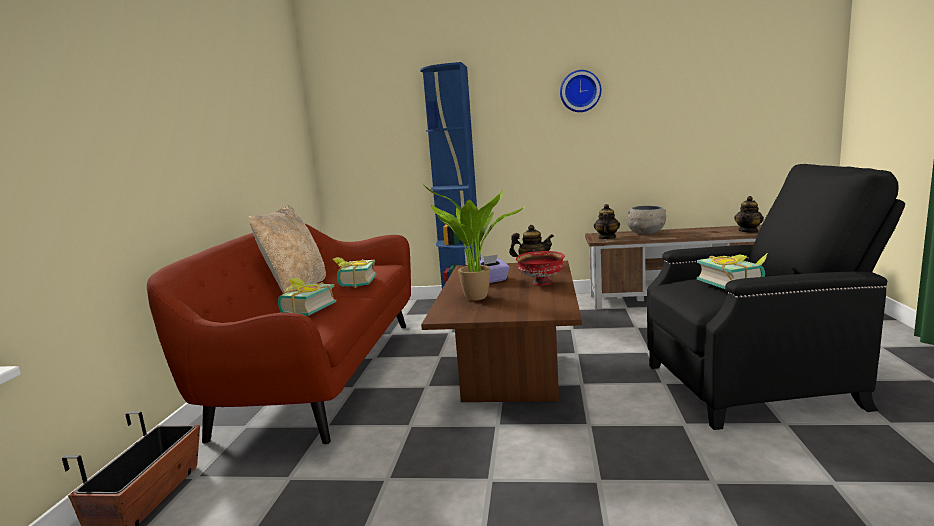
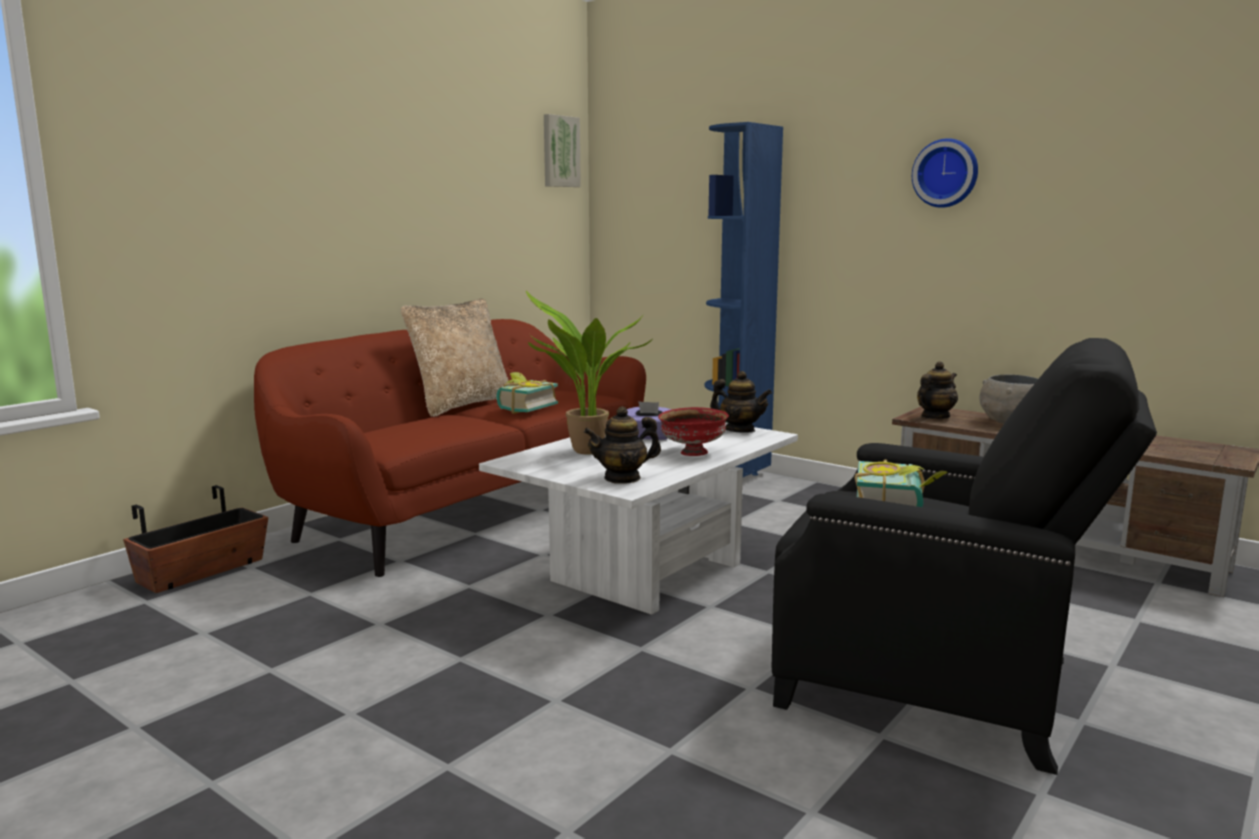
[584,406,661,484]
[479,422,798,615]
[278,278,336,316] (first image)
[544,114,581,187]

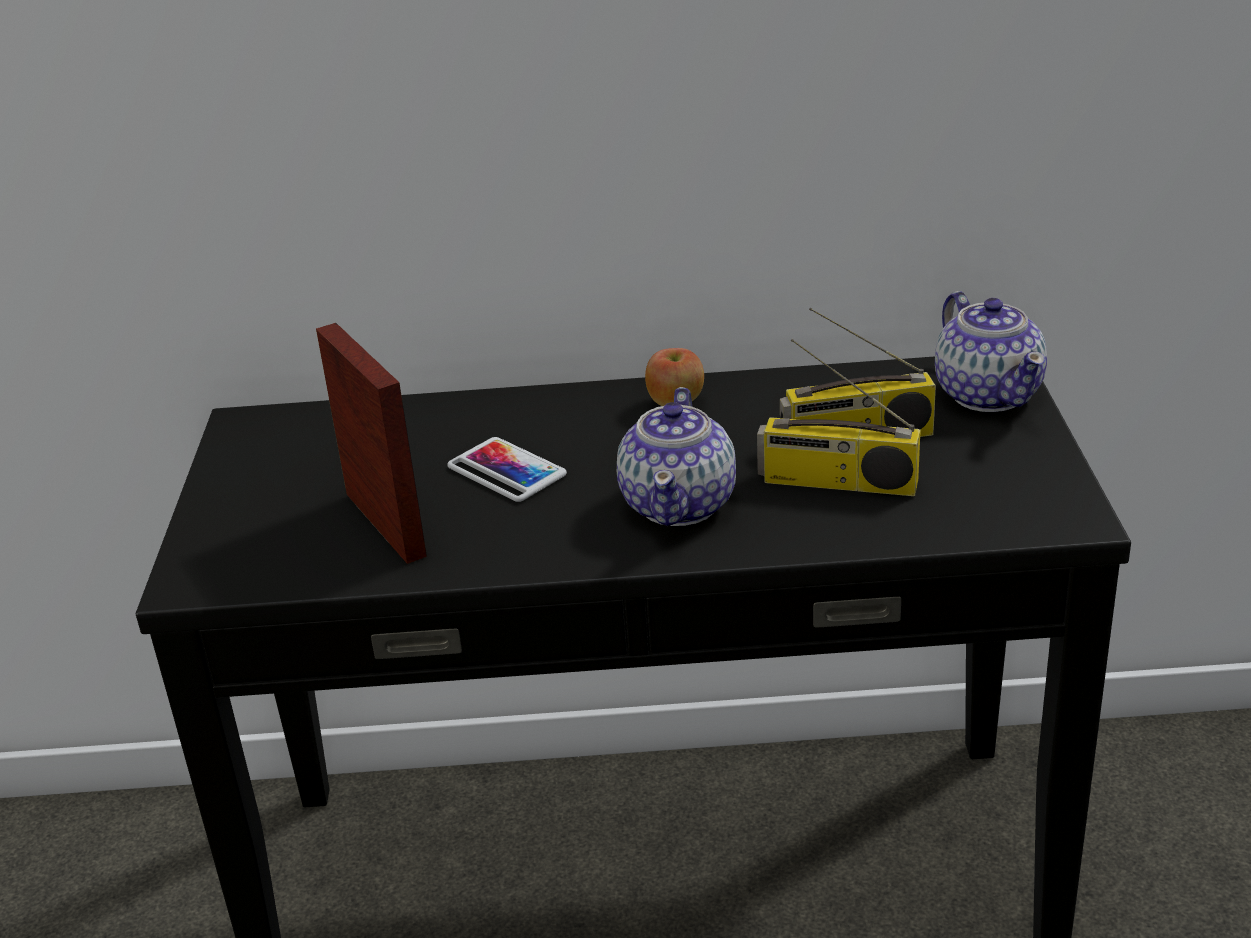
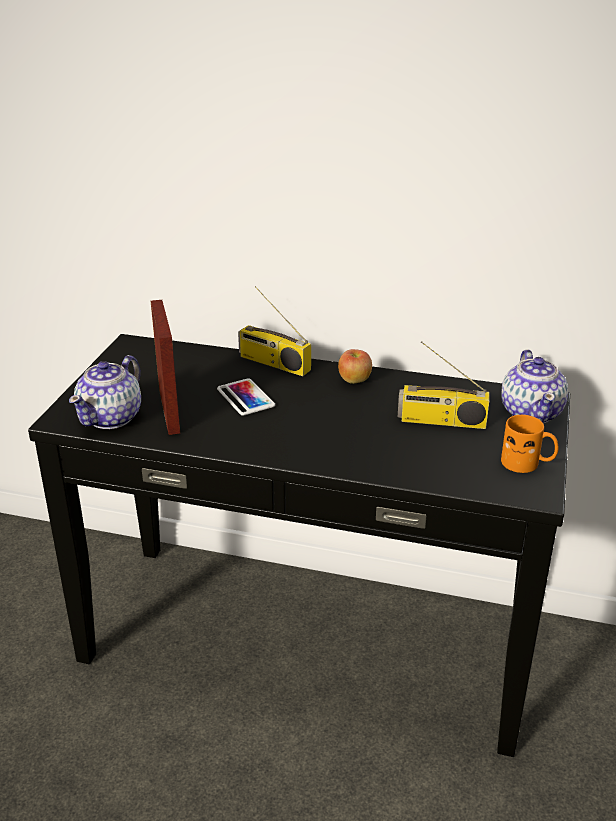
[238,286,311,376]
[69,355,141,429]
[501,415,559,473]

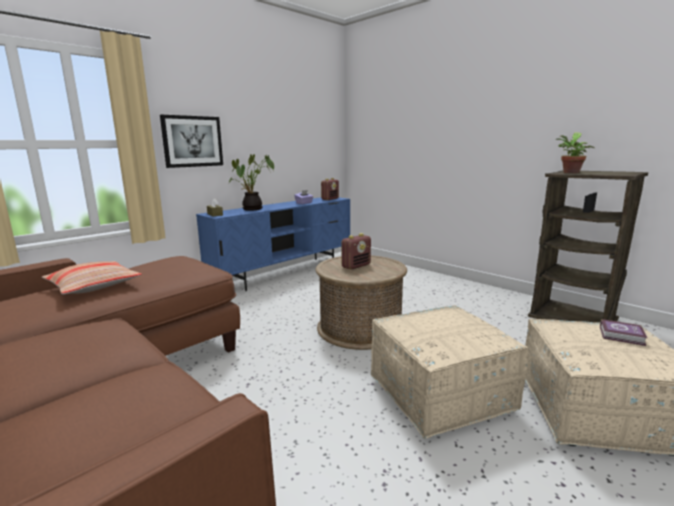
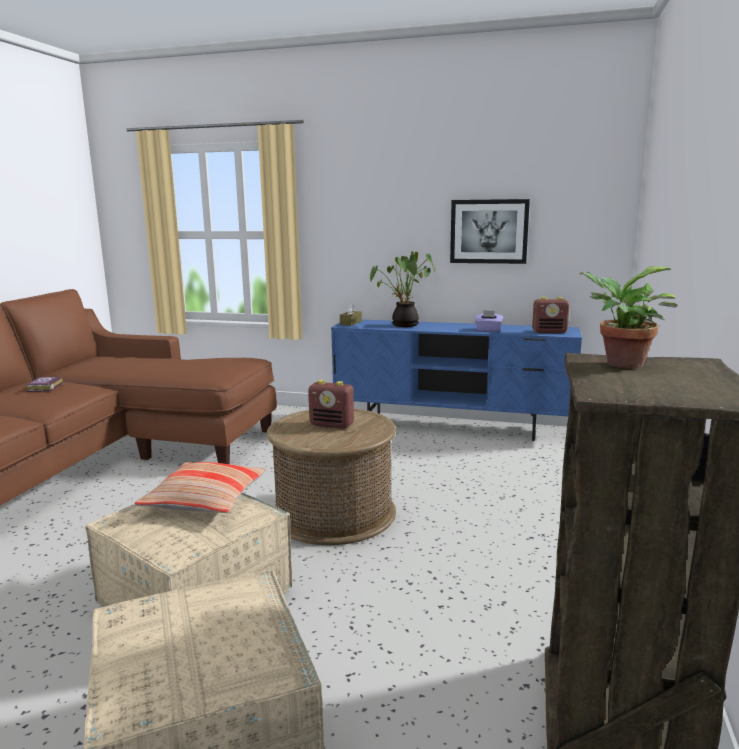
[450,199,530,264]
[134,462,266,513]
[26,376,63,392]

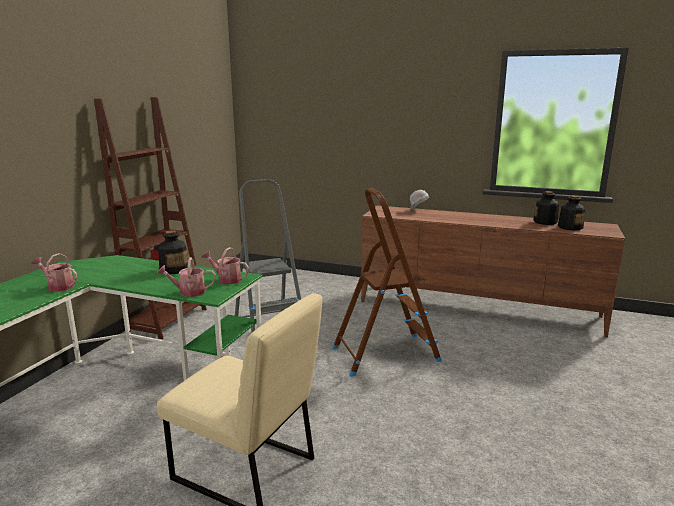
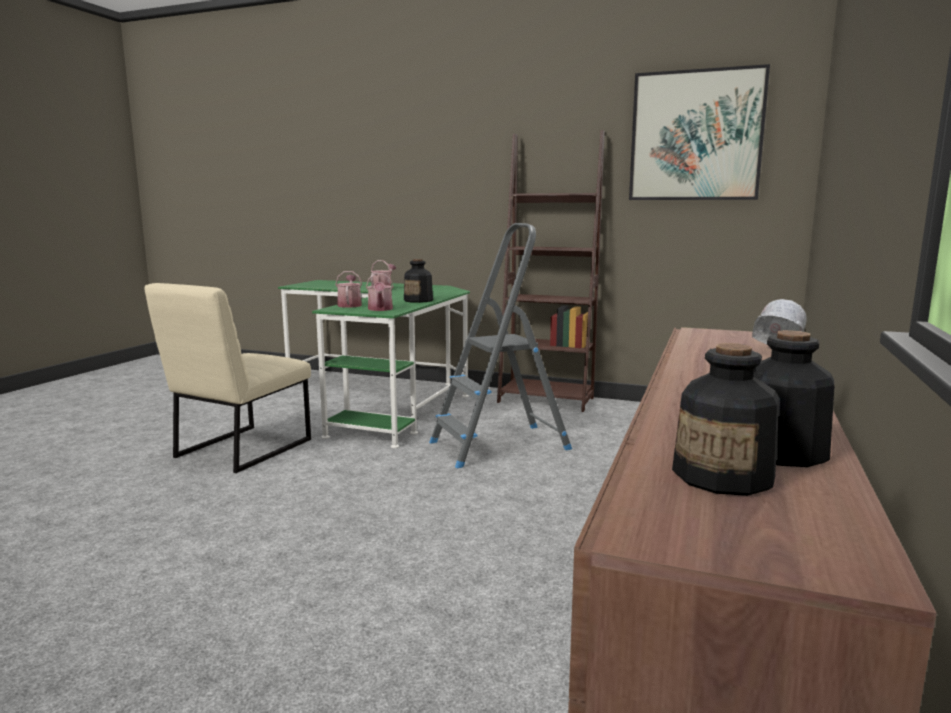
[332,188,442,377] (first image)
[366,273,393,311]
[629,64,770,200]

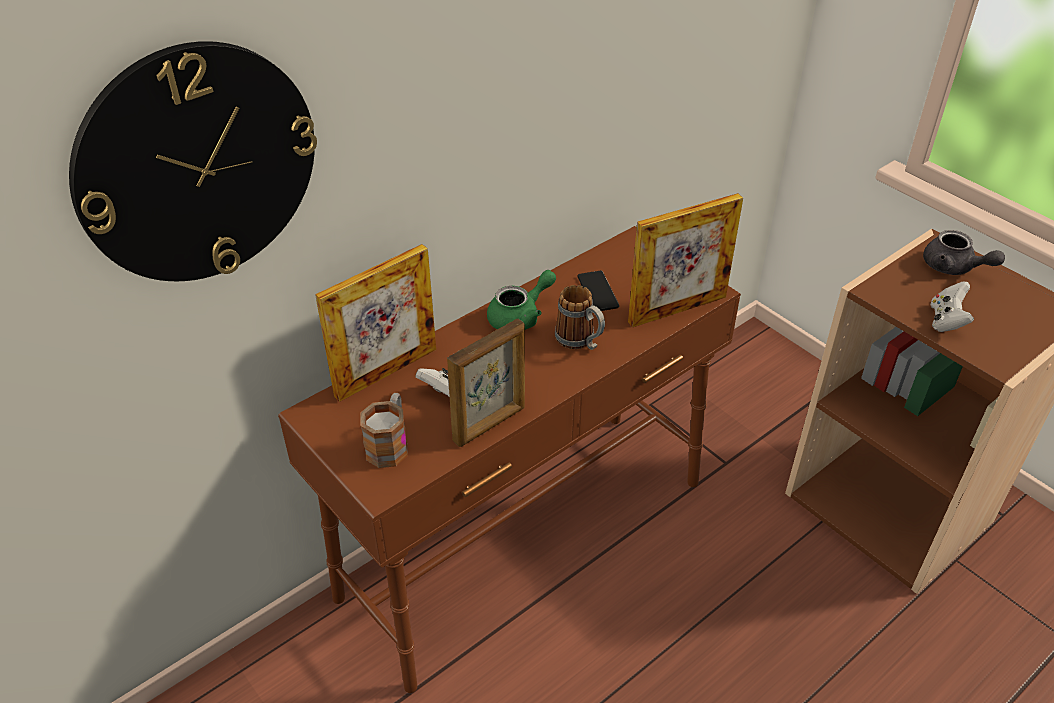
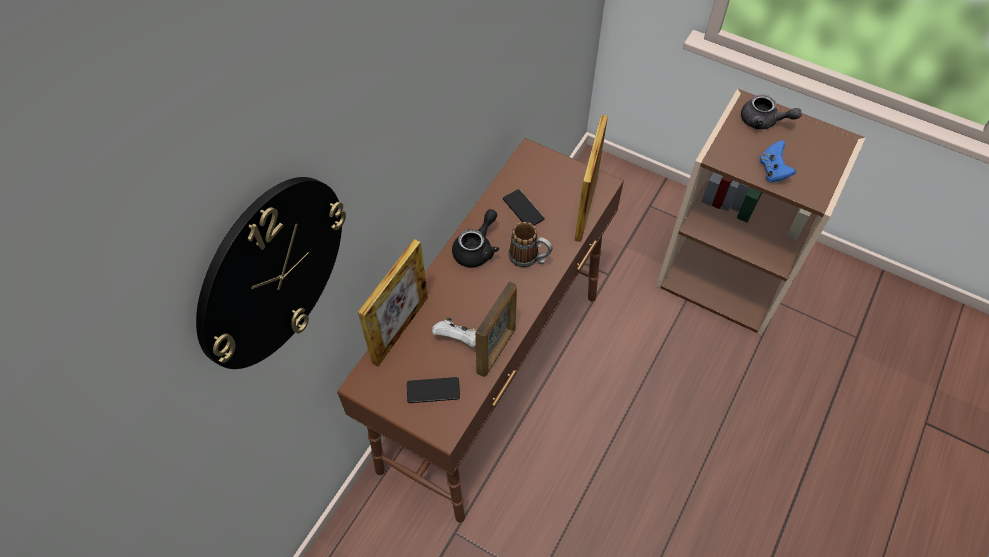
[575,115,608,242]
[452,209,499,267]
[759,140,796,182]
[407,377,460,403]

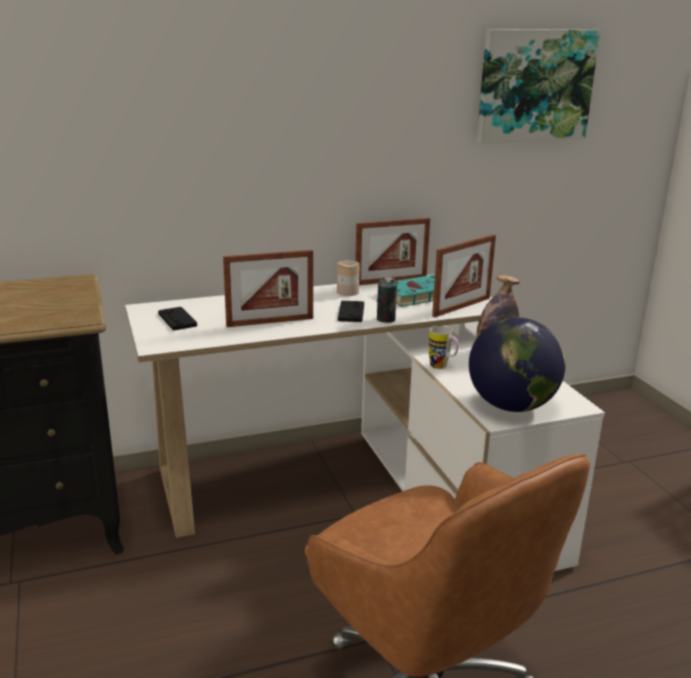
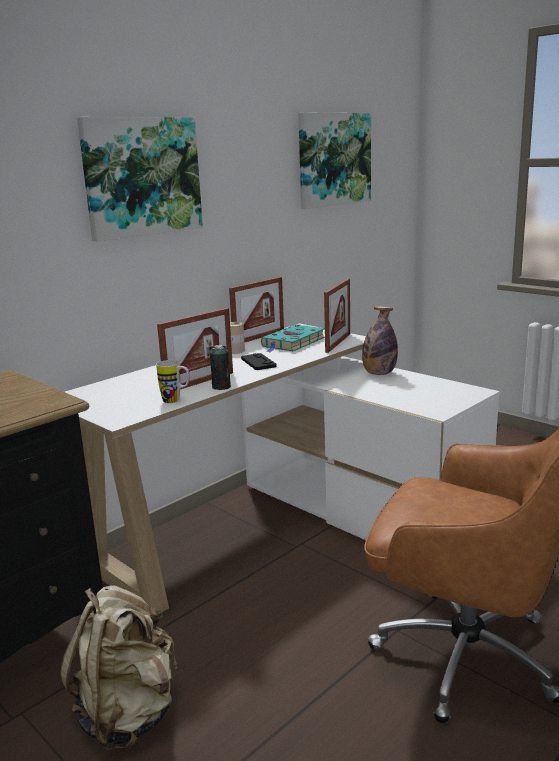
[210,345,231,390]
[158,307,197,330] (first image)
[469,317,565,412] (first image)
[156,360,190,403]
[77,117,203,242]
[60,586,177,751]

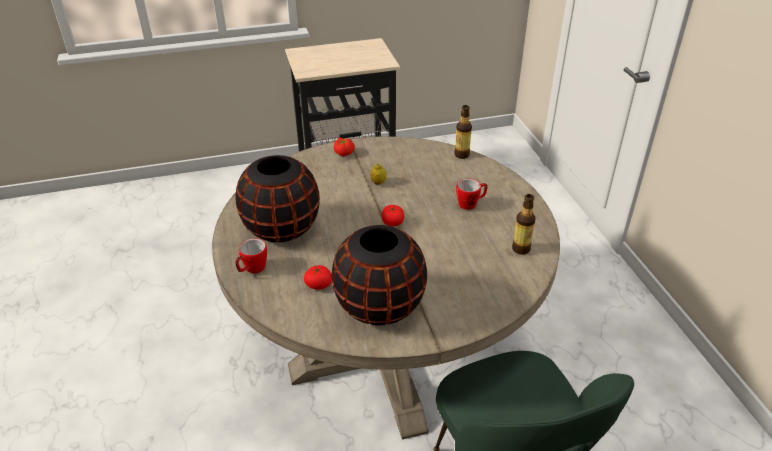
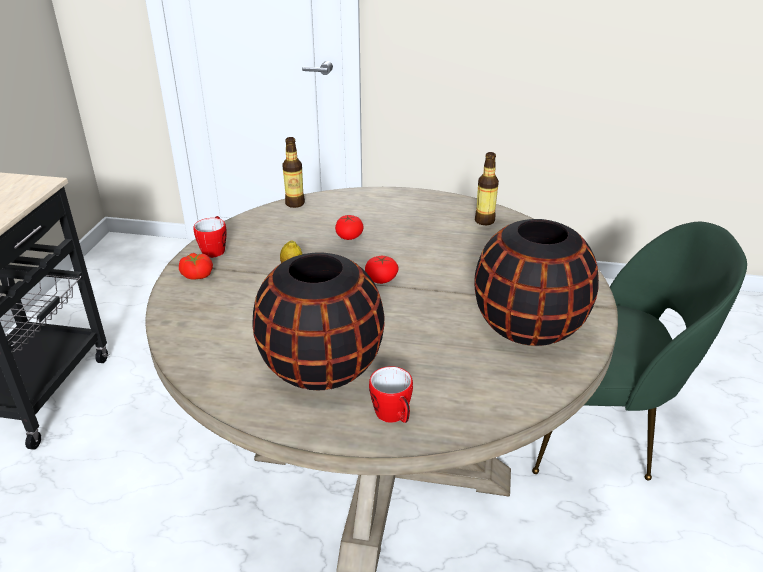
[193,216,226,258]
[335,215,363,240]

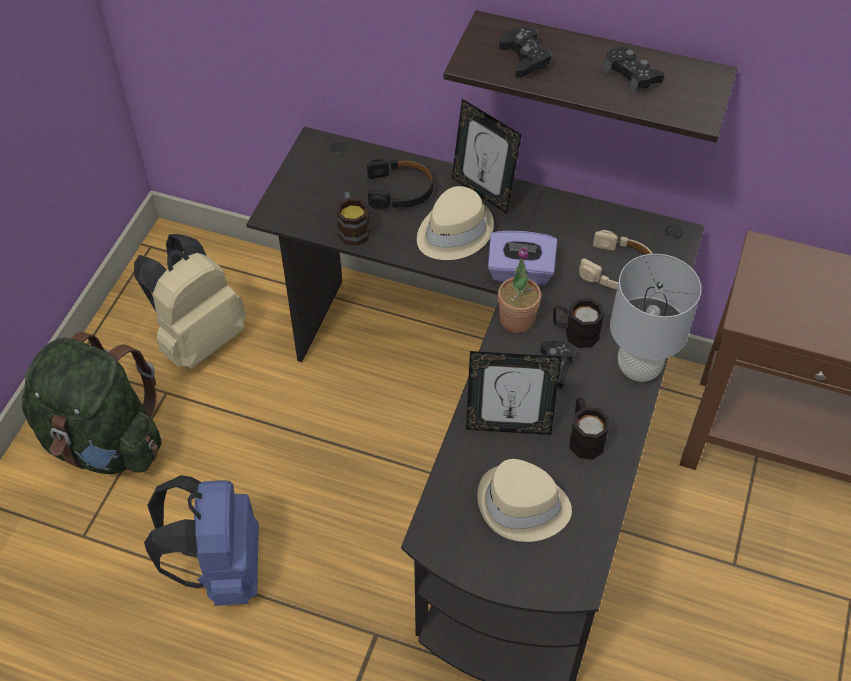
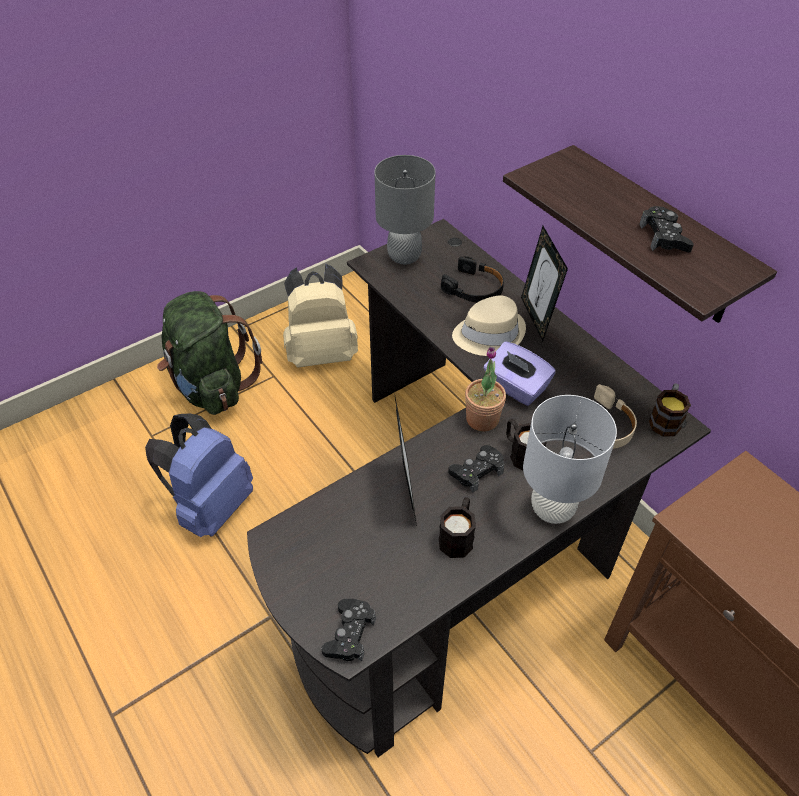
[321,599,376,661]
[649,383,691,437]
[394,392,417,526]
[477,459,572,542] (first image)
[375,155,436,265]

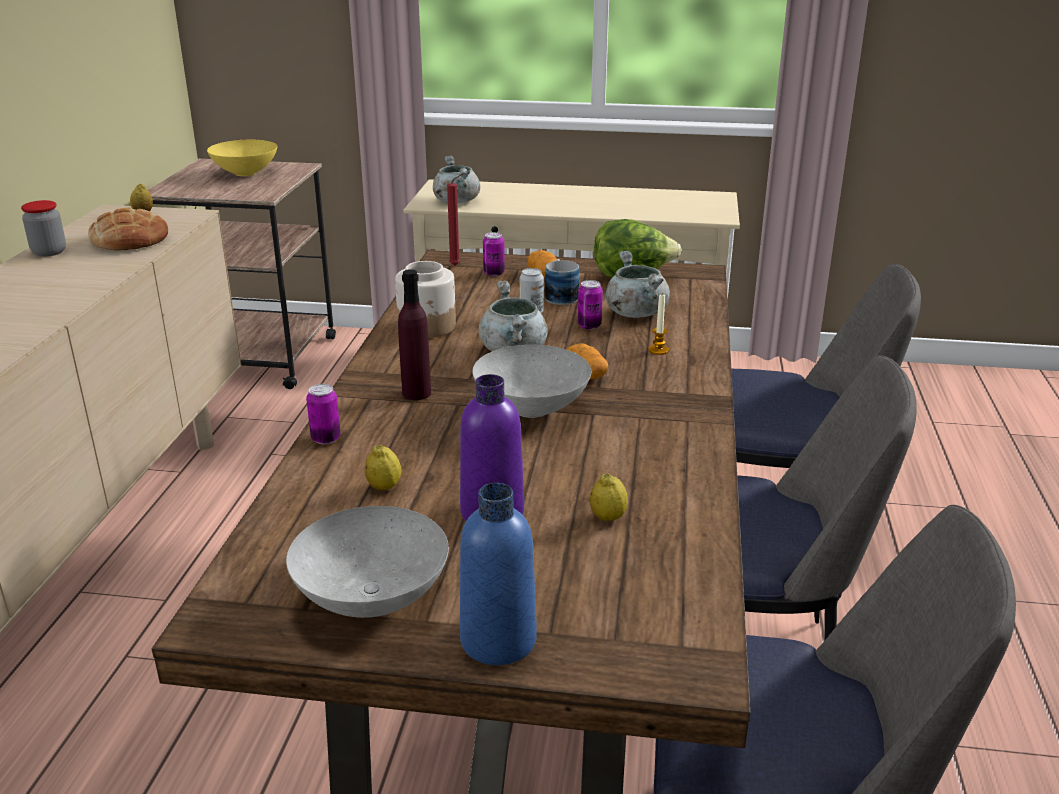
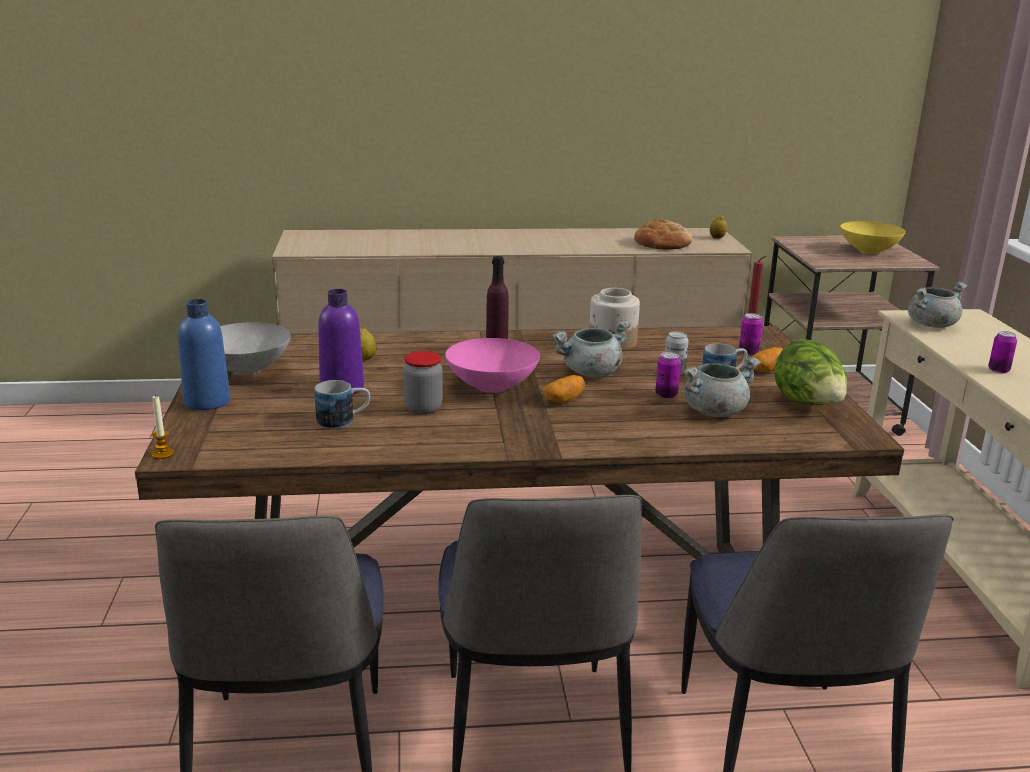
[403,351,443,415]
[151,395,174,459]
[445,338,540,393]
[988,331,1017,373]
[315,380,370,429]

